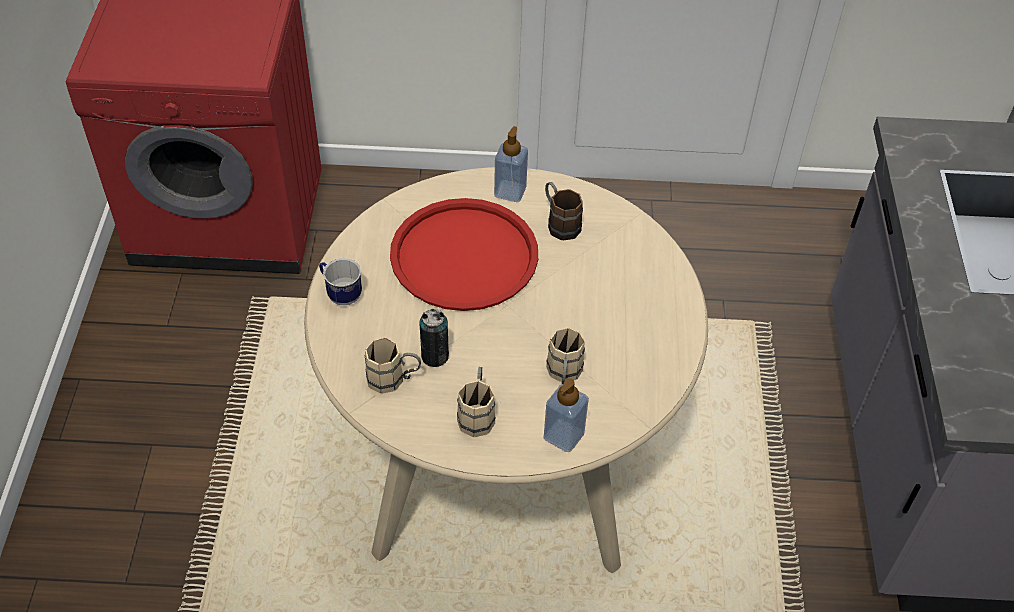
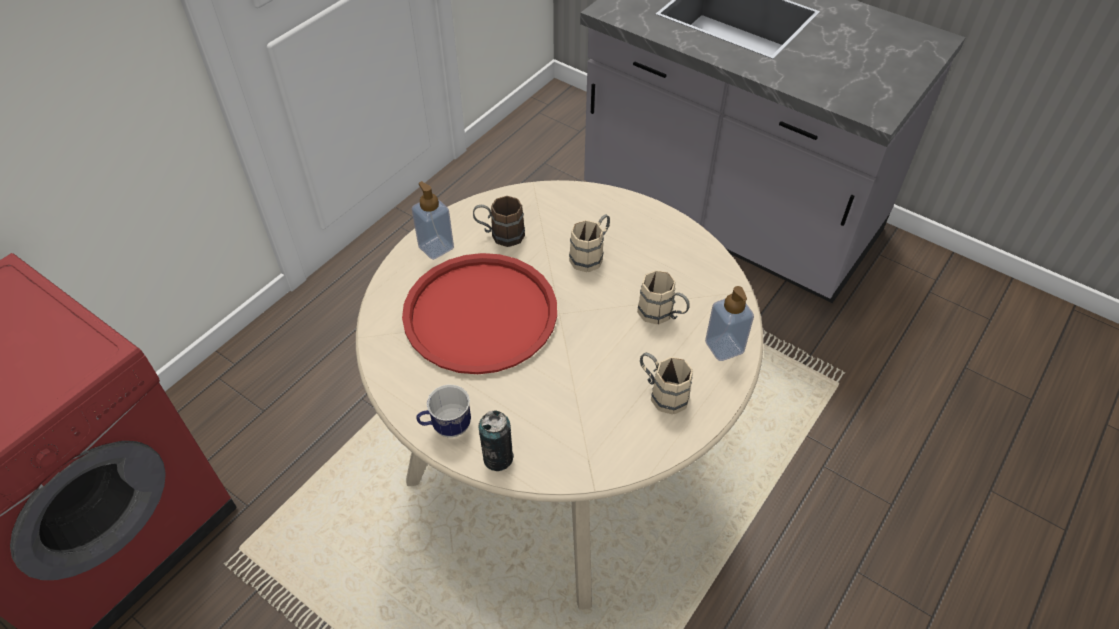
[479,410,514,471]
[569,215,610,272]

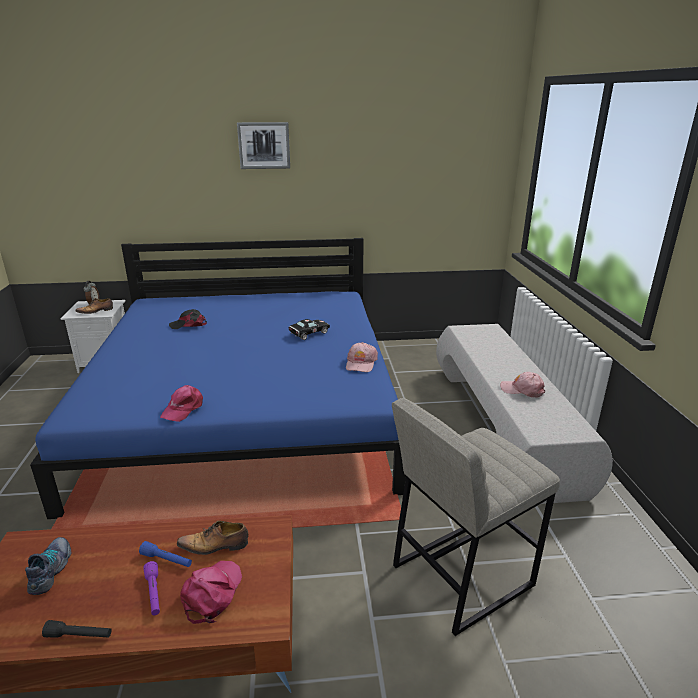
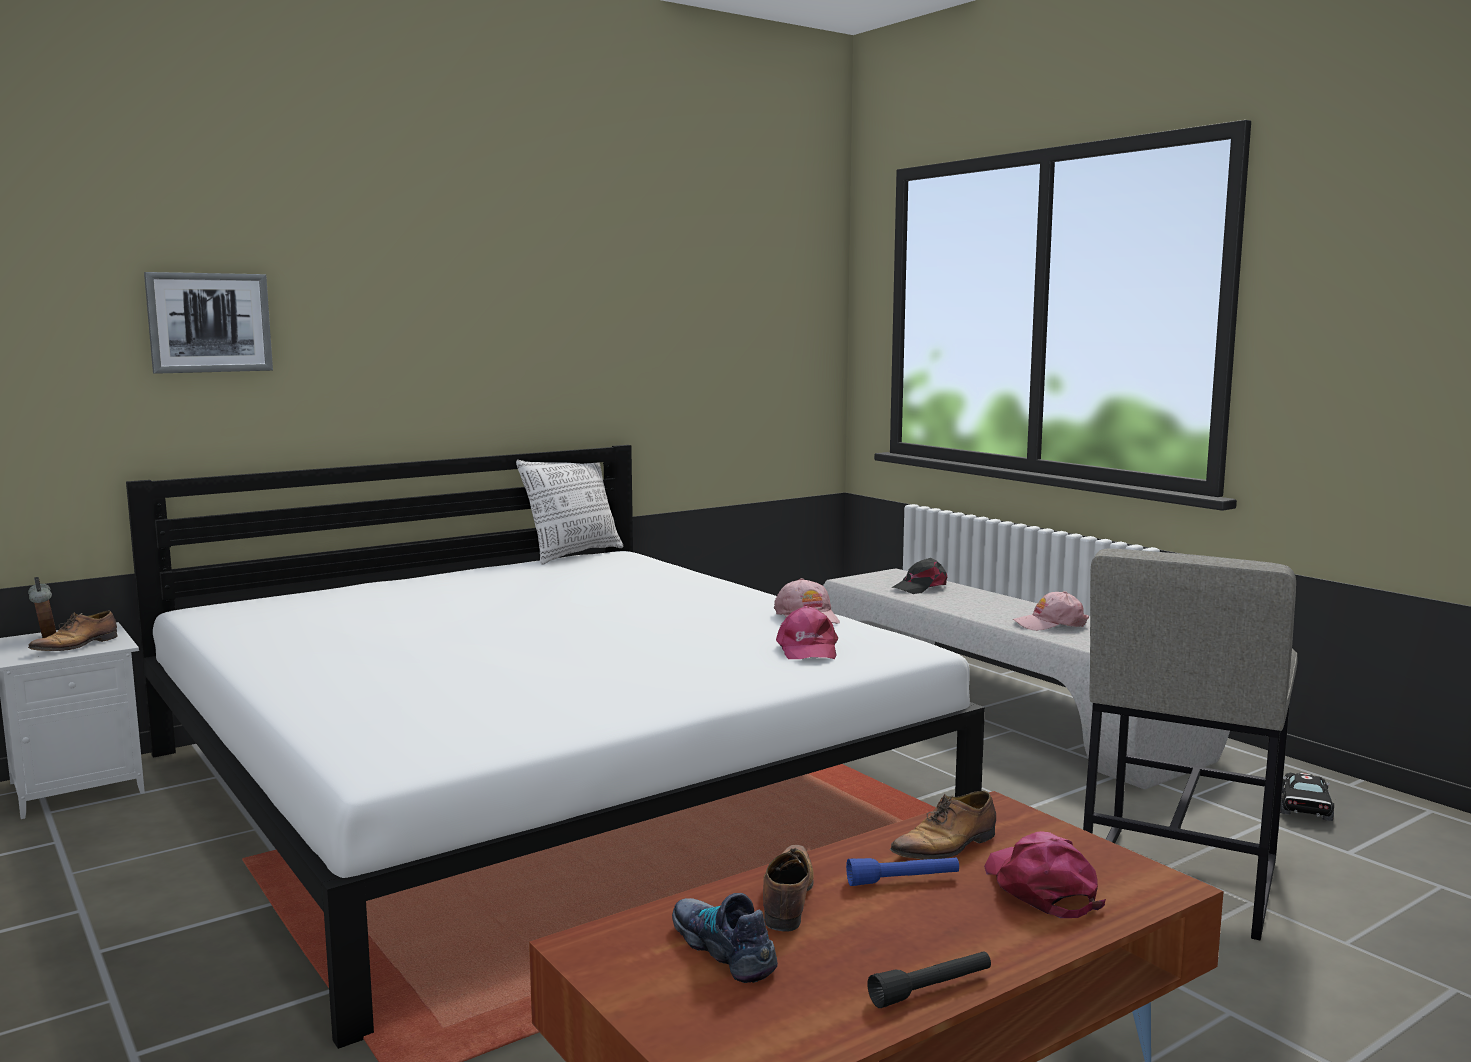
[144,272,273,374]
[126,445,985,1049]
[891,558,947,594]
[1280,773,1334,821]
[776,606,838,659]
[143,561,160,615] (first image)
[516,460,623,565]
[763,845,814,931]

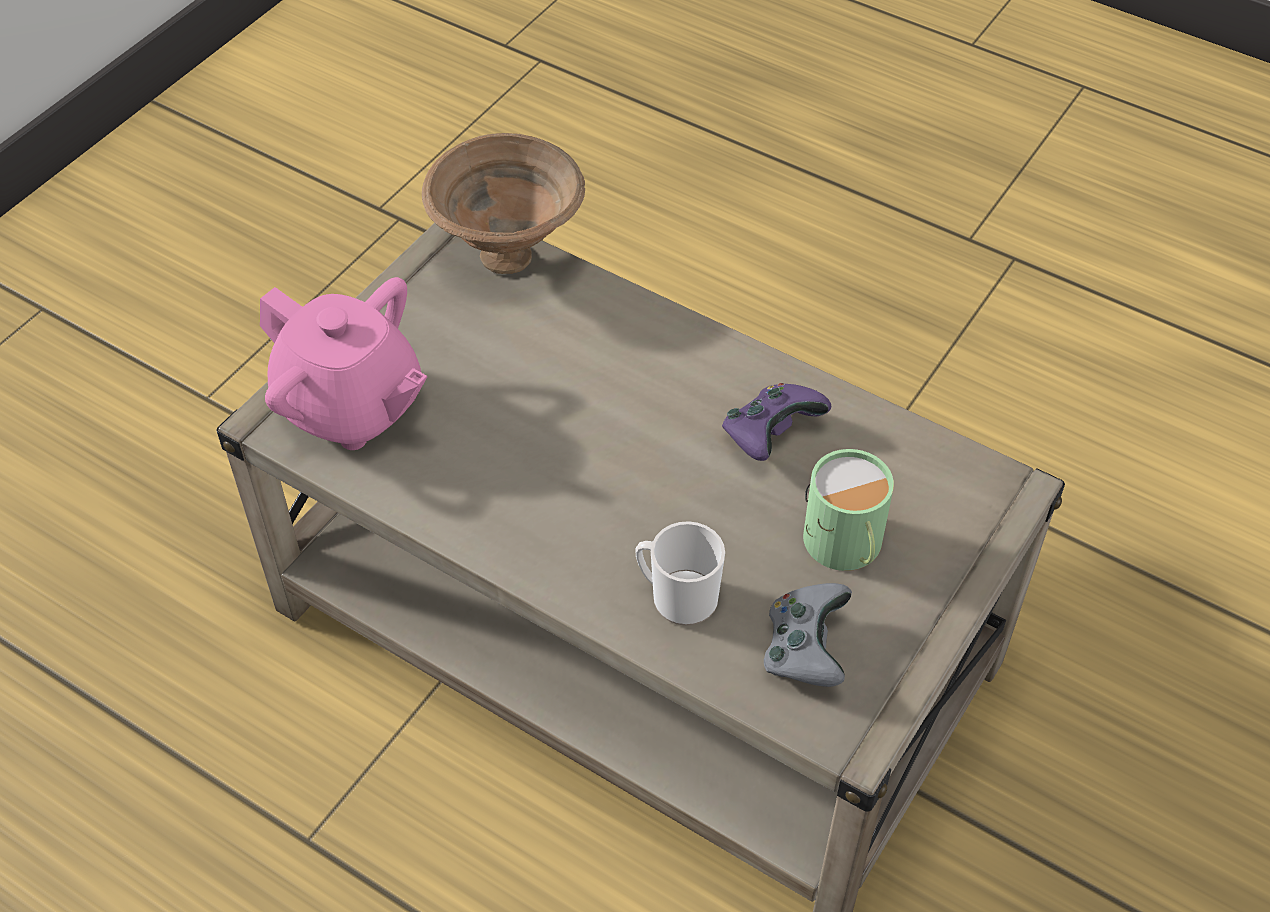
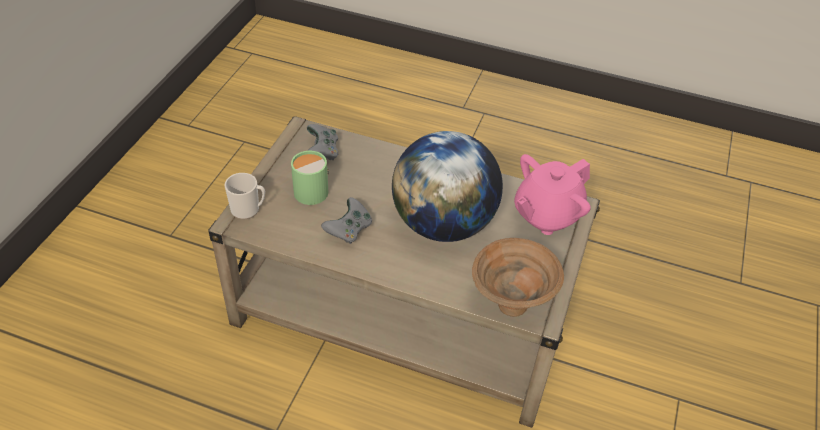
[514,154,591,235]
[321,197,372,244]
[224,173,265,219]
[392,131,503,242]

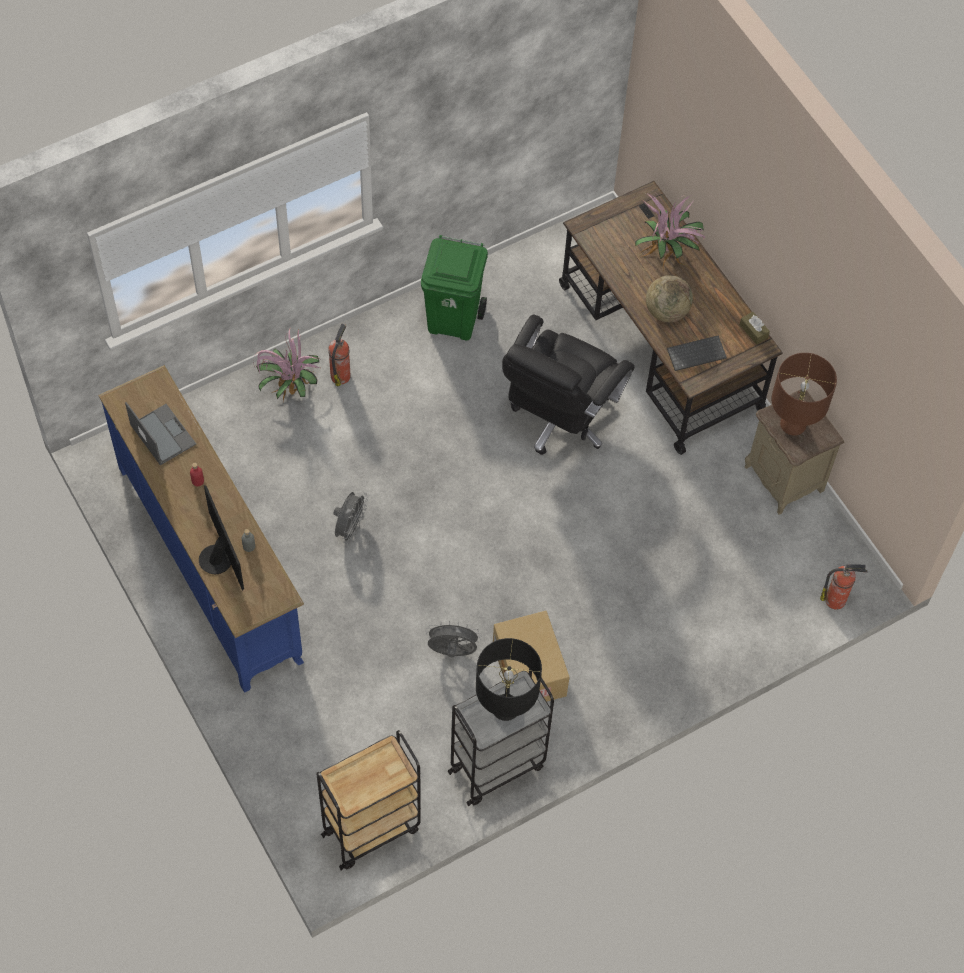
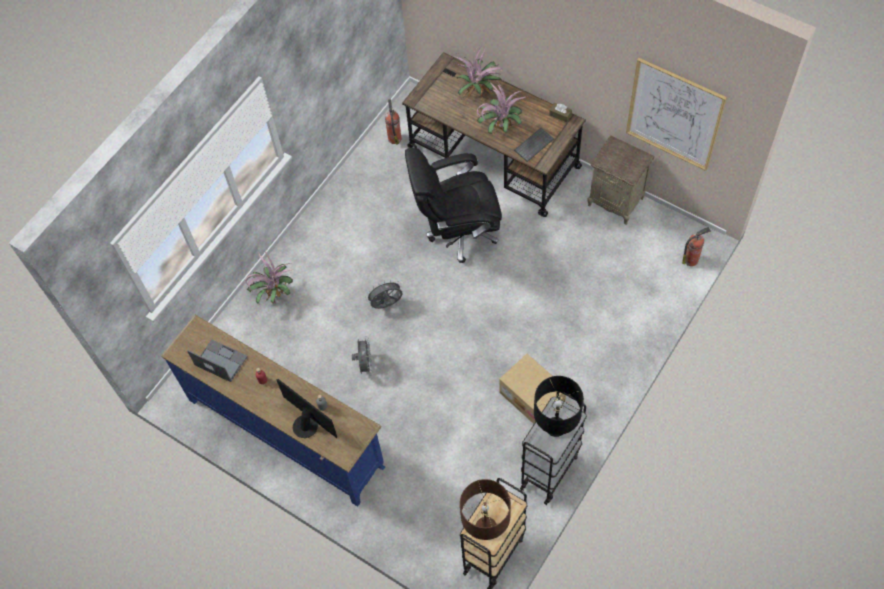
[421,235,488,340] (first image)
[477,82,526,136]
[405,148,502,263]
[385,99,402,144]
[460,479,511,540]
[365,280,402,309]
[626,58,727,171]

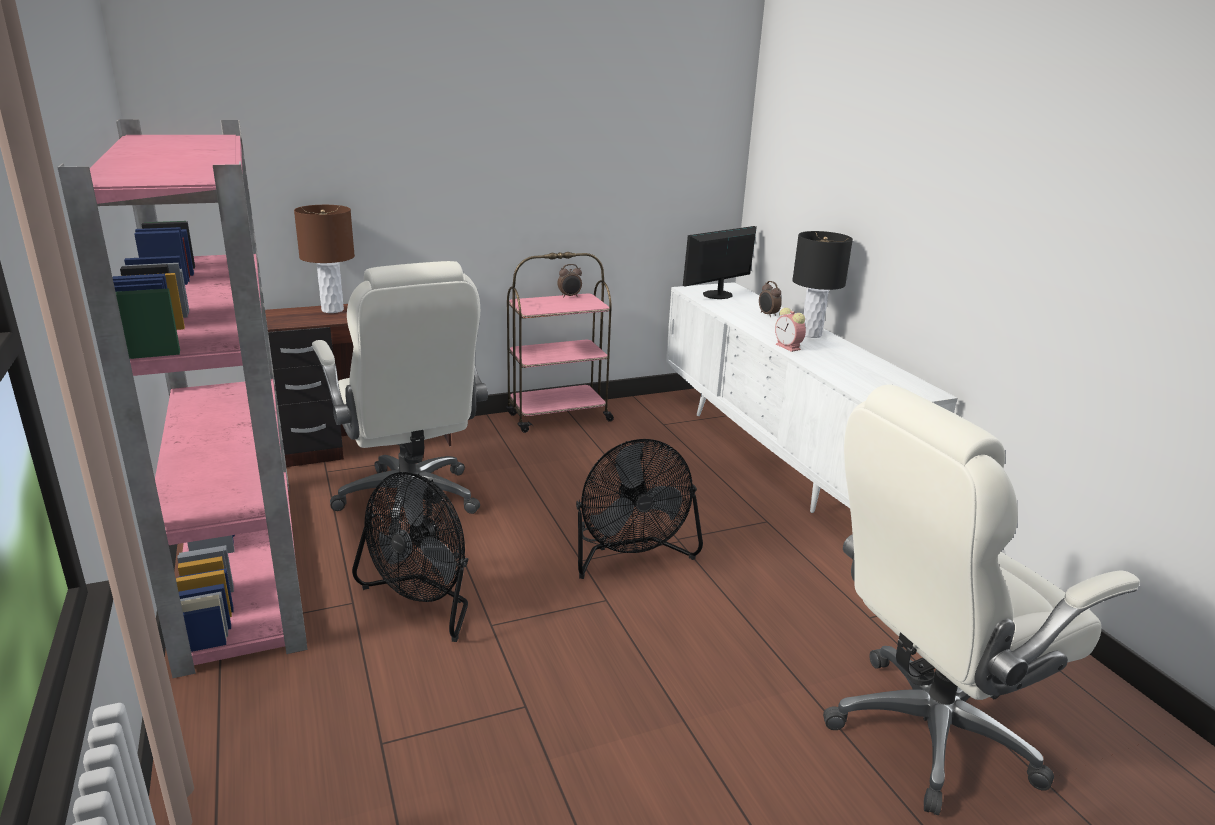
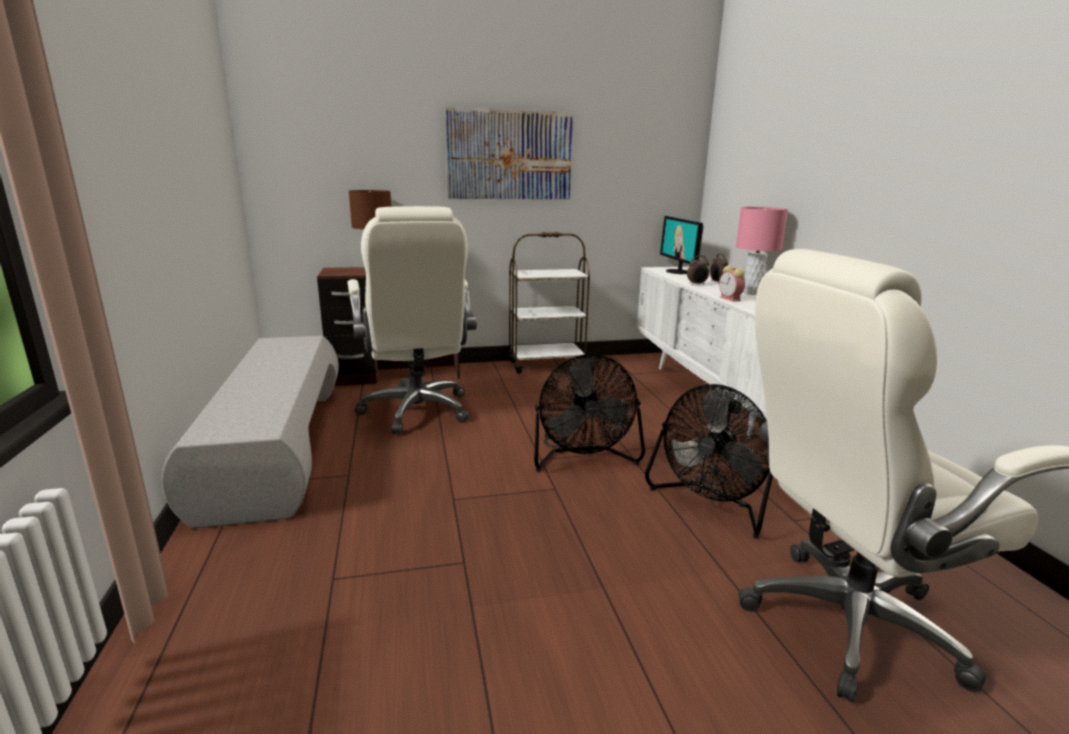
[162,336,339,529]
[660,216,704,274]
[736,207,788,295]
[507,232,590,374]
[687,256,710,285]
[645,384,773,539]
[445,107,573,200]

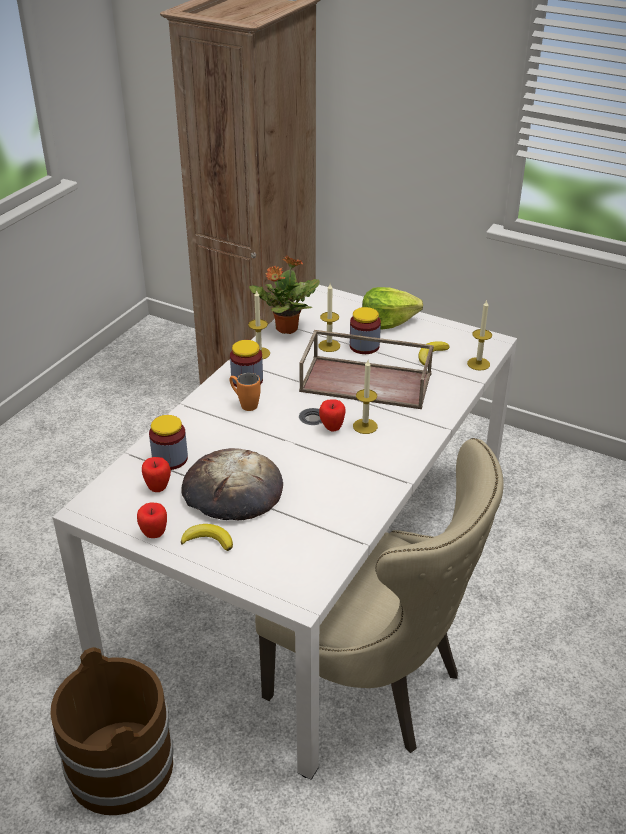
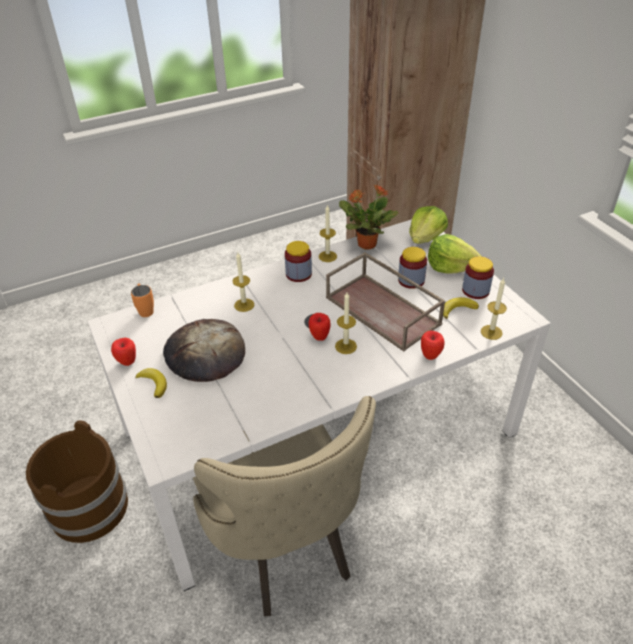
[233,253,254,312]
[131,284,154,317]
[462,256,494,299]
[421,331,445,360]
[409,206,448,244]

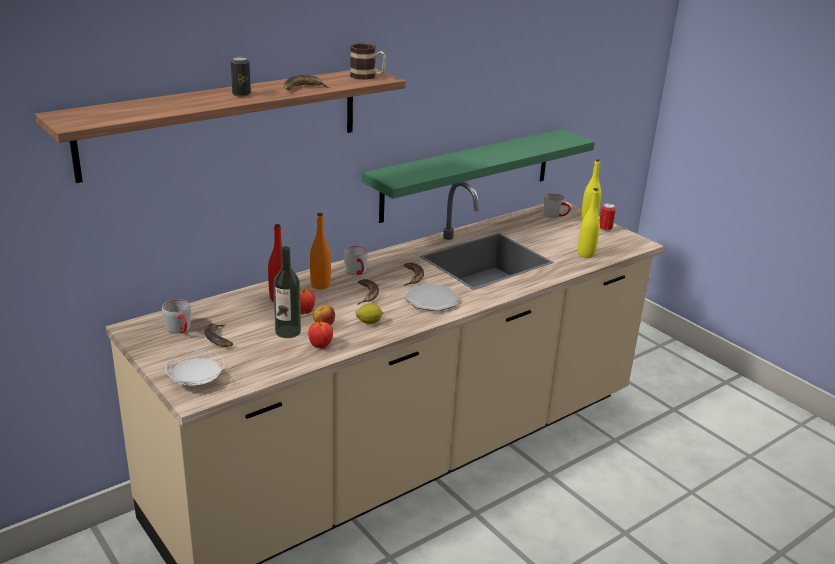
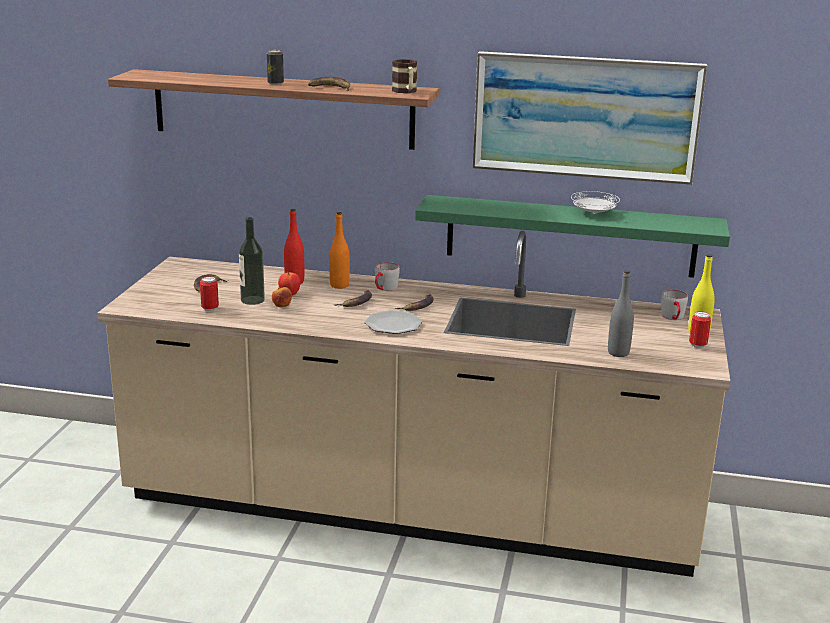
[608,270,634,357]
[162,299,191,333] (first image)
[355,304,383,324] (first image)
[308,321,333,349] (first image)
[571,191,620,214]
[473,51,707,185]
[200,277,219,312]

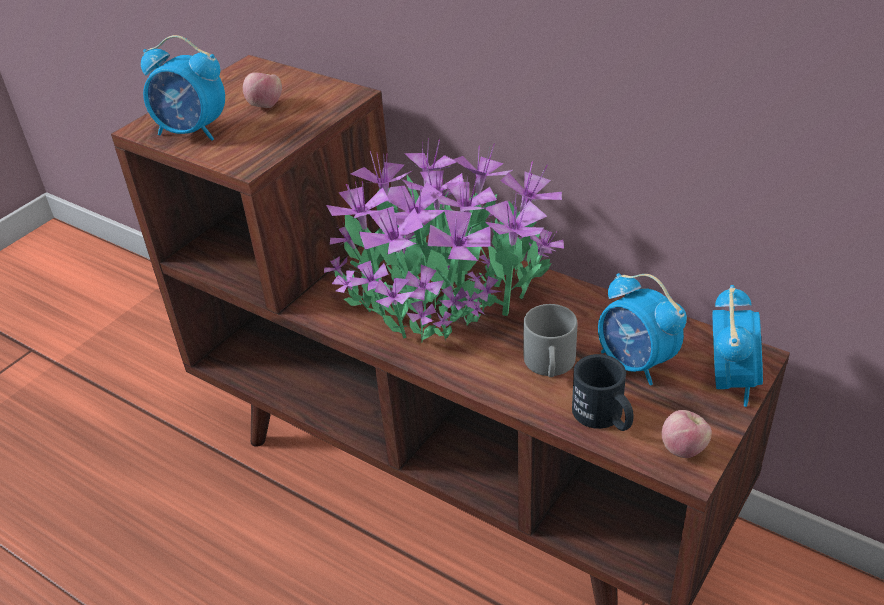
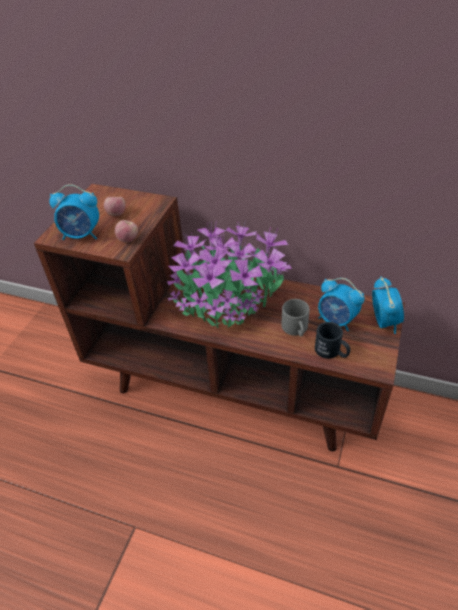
[115,220,138,243]

